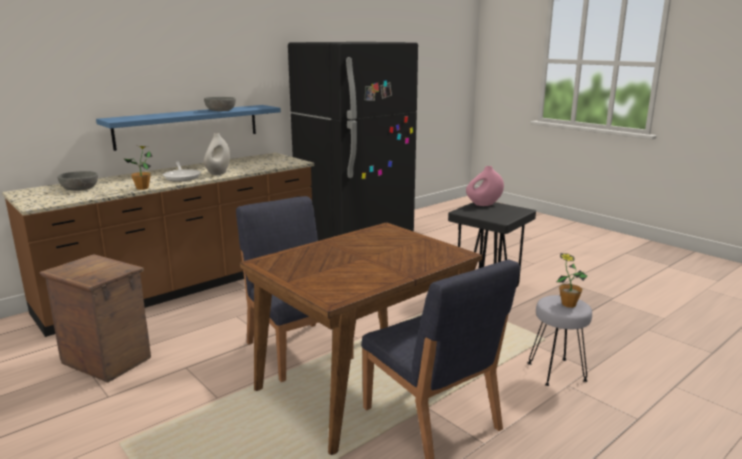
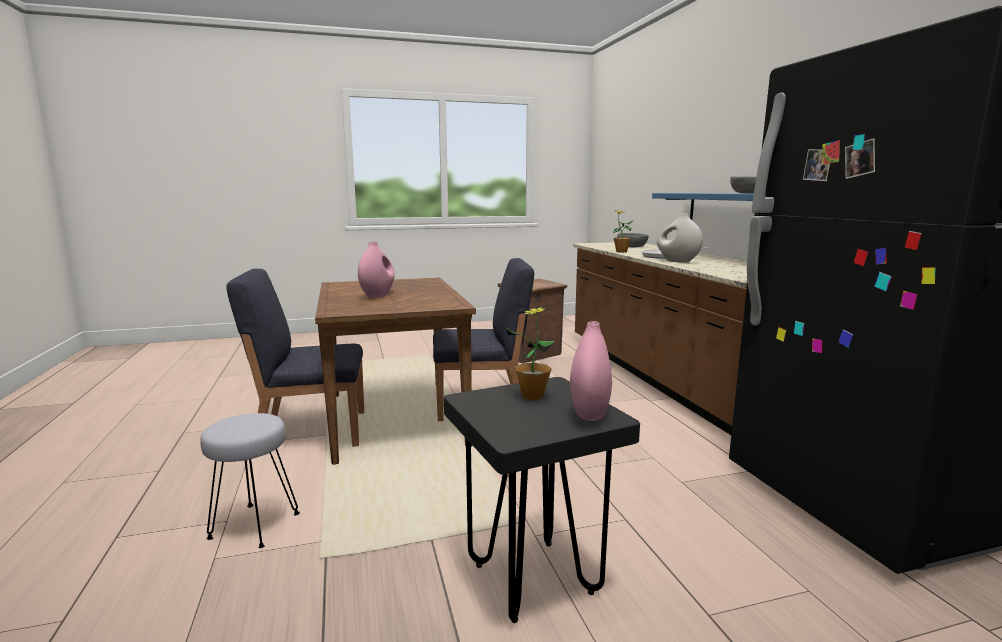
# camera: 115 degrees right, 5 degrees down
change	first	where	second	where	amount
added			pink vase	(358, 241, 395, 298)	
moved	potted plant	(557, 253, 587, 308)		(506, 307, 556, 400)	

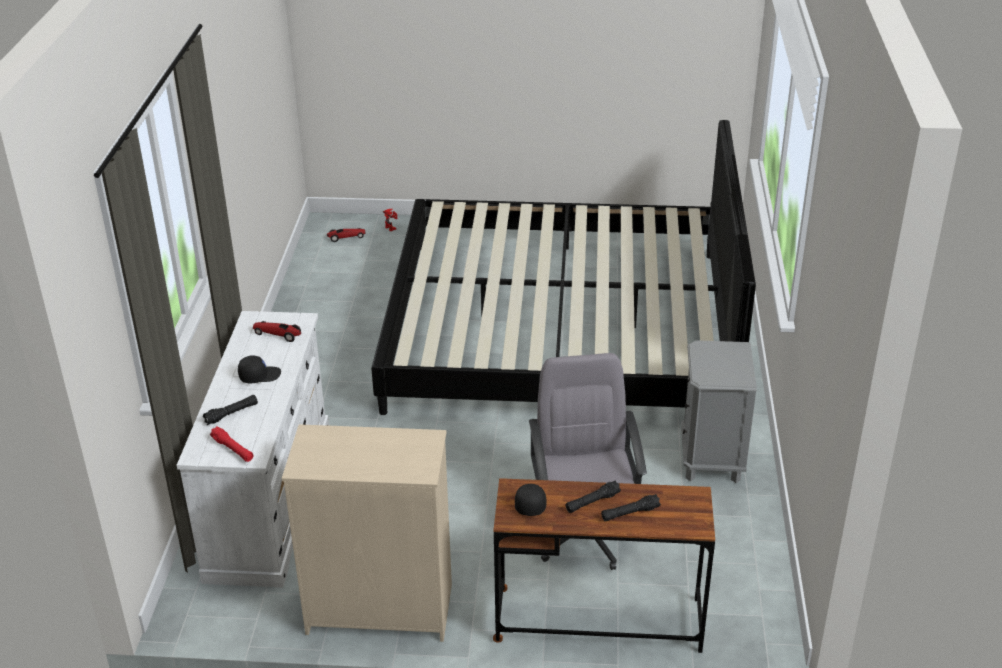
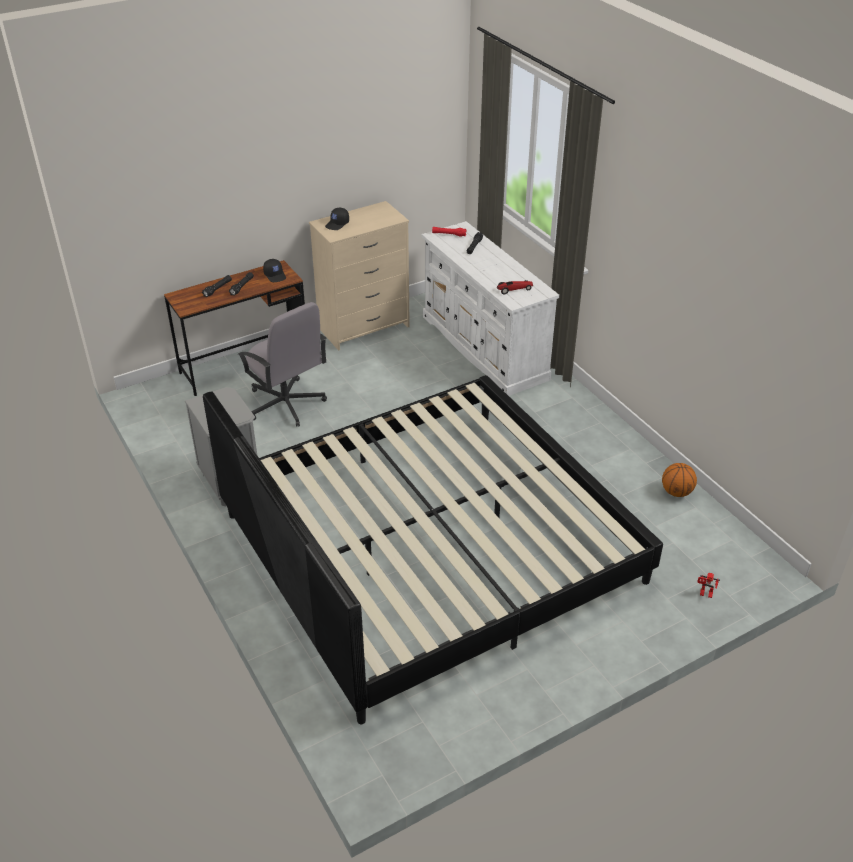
# camera: 145 degrees right, 5 degrees up
change	first	where	second	where	amount
moved	black cap	(238, 355, 281, 383)		(325, 208, 349, 230)	
added			basketball	(662, 463, 697, 497)	
removed	toy car	(327, 228, 366, 242)			

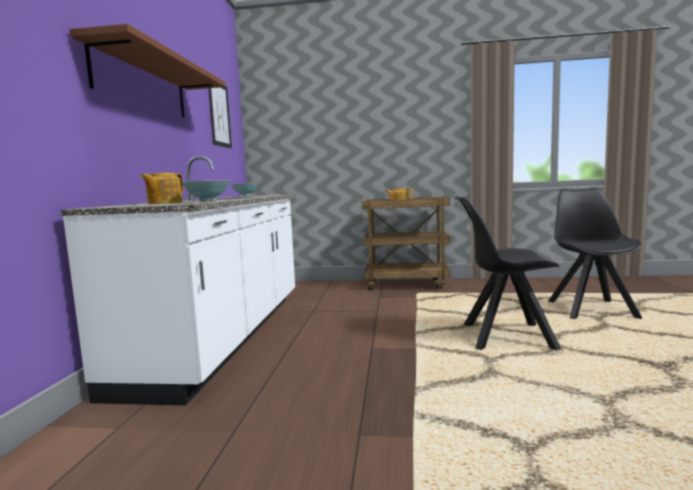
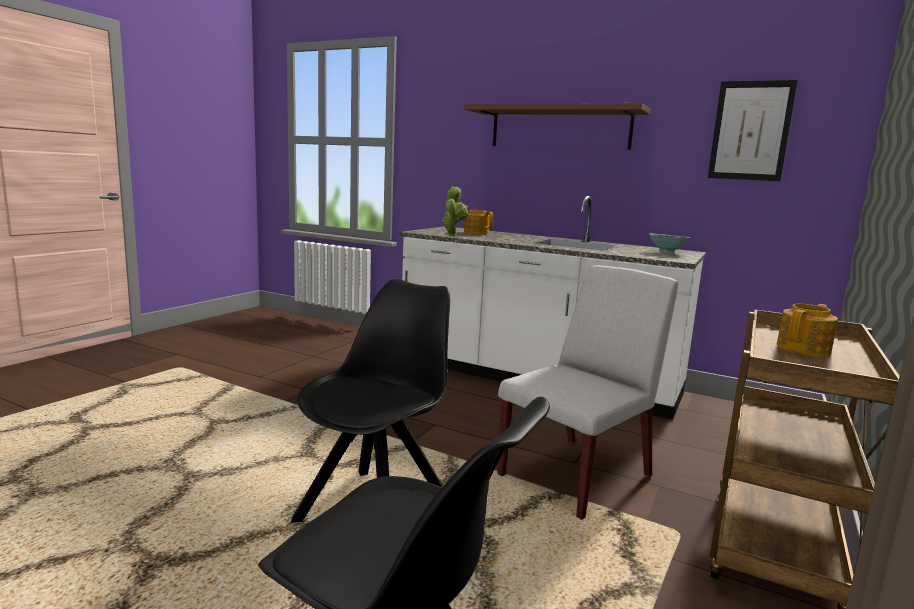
# camera: 110 degrees right, 5 degrees up
change	first	where	second	where	amount
replaced	bowl	(181, 180, 230, 202)	potted plant	(442, 186, 468, 236)	
added			white chair	(497, 265, 678, 520)	

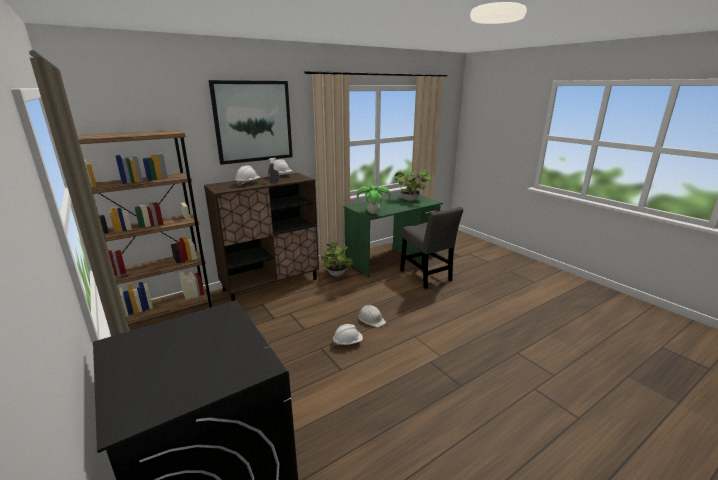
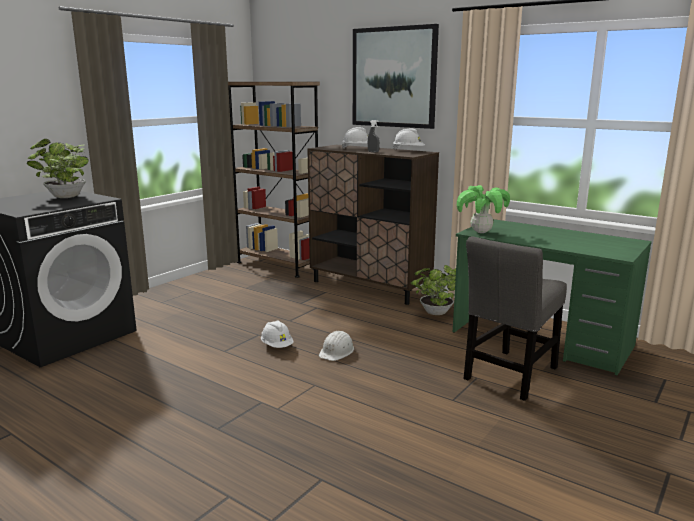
# camera: 70 degrees right, 5 degrees down
change	first	where	second	where	amount
moved	potted plant	(395, 169, 432, 201)		(27, 139, 89, 198)	

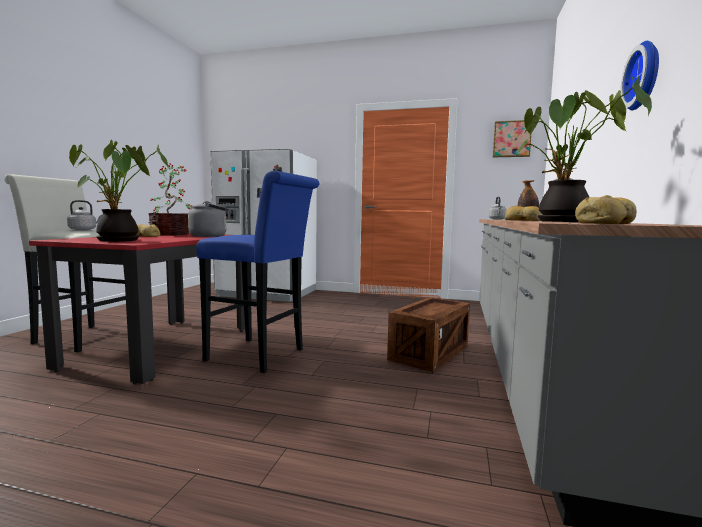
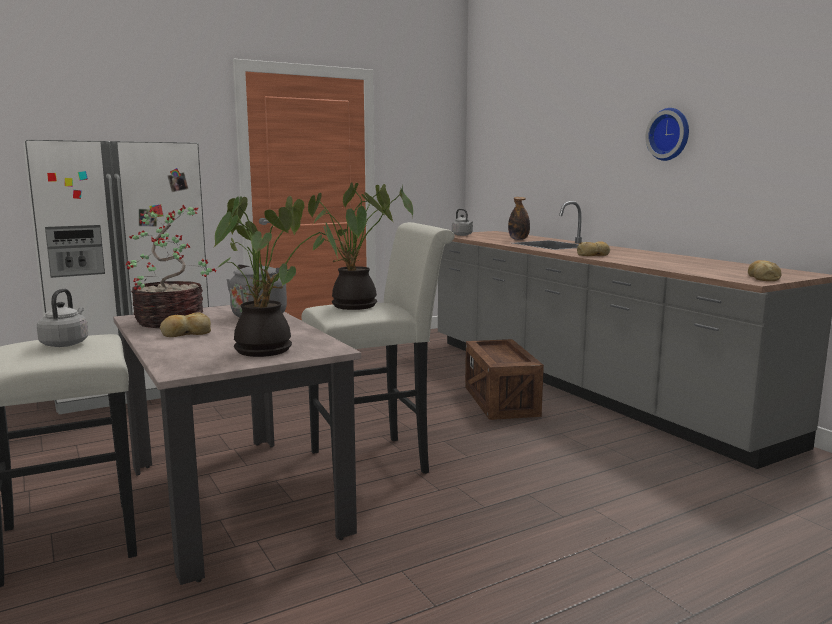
# camera: 45 degrees left, 5 degrees up
change	first	where	second	where	amount
recoloured	red dining table	(29, 234, 245, 384)	beige dining table	(113, 305, 361, 585)	
recoloured	blue stool	(196, 171, 320, 373)	white stool	(302, 222, 455, 480)	
moved	potted plant	(516, 76, 652, 222)		(308, 182, 413, 310)	
removed	picture	(493, 120, 532, 157)			

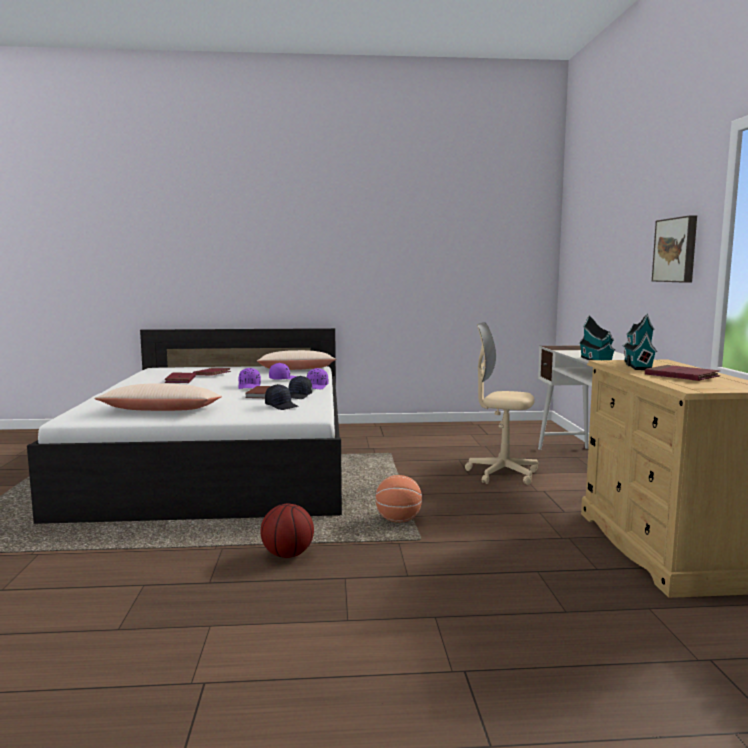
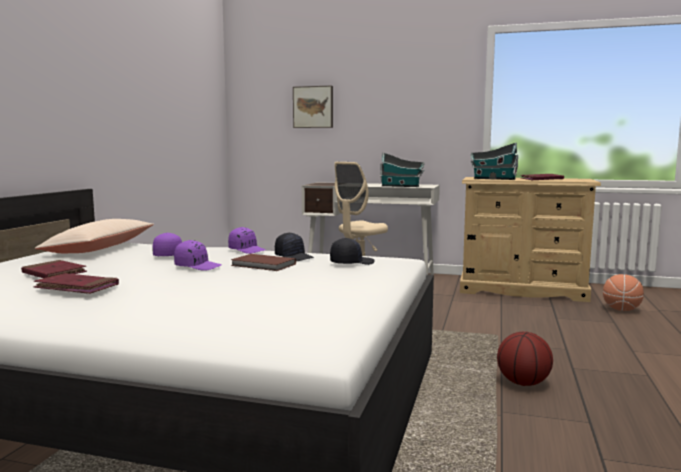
# camera: 70 degrees left, 0 degrees up
change	first	where	second	where	amount
moved	picture	(652, 215, 697, 283)		(293, 86, 333, 128)	
moved	basketball	(376, 475, 422, 523)		(603, 274, 644, 311)	
removed	beige pillow	(94, 383, 222, 411)			

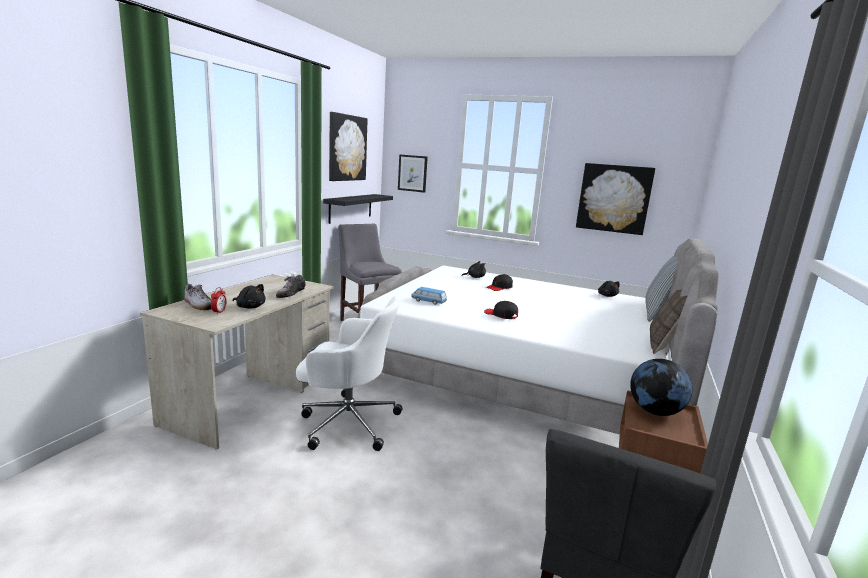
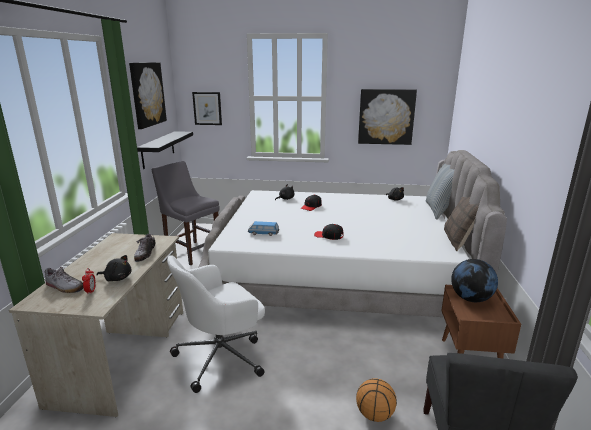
# camera: 15 degrees left, 5 degrees up
change	first	where	second	where	amount
turned	white office chair	(296, 296, 402, 451)		(167, 255, 265, 393)	150 degrees clockwise
added			basketball	(356, 378, 397, 422)	

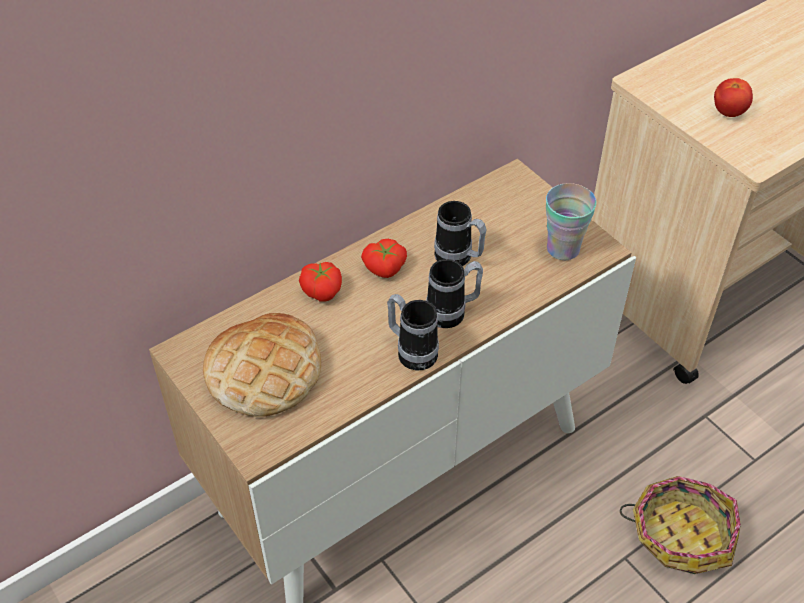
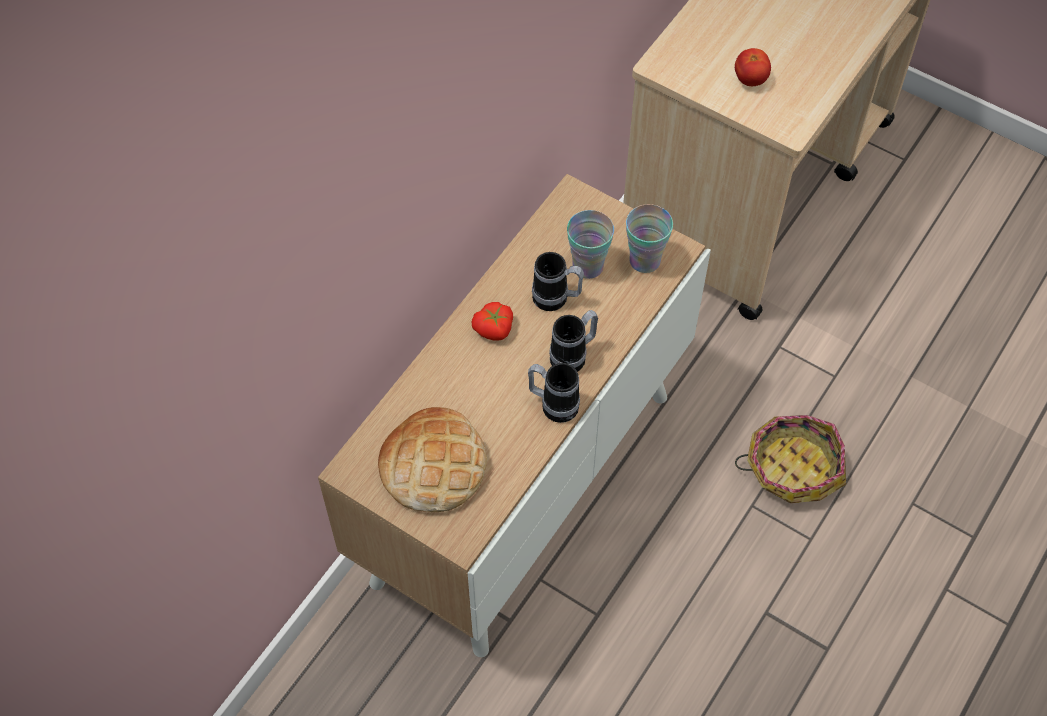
# camera: 20 degrees left, 10 degrees up
change	first	where	second	where	amount
added			cup	(567, 210, 614, 279)	
removed	tomato	(299, 262, 342, 302)			

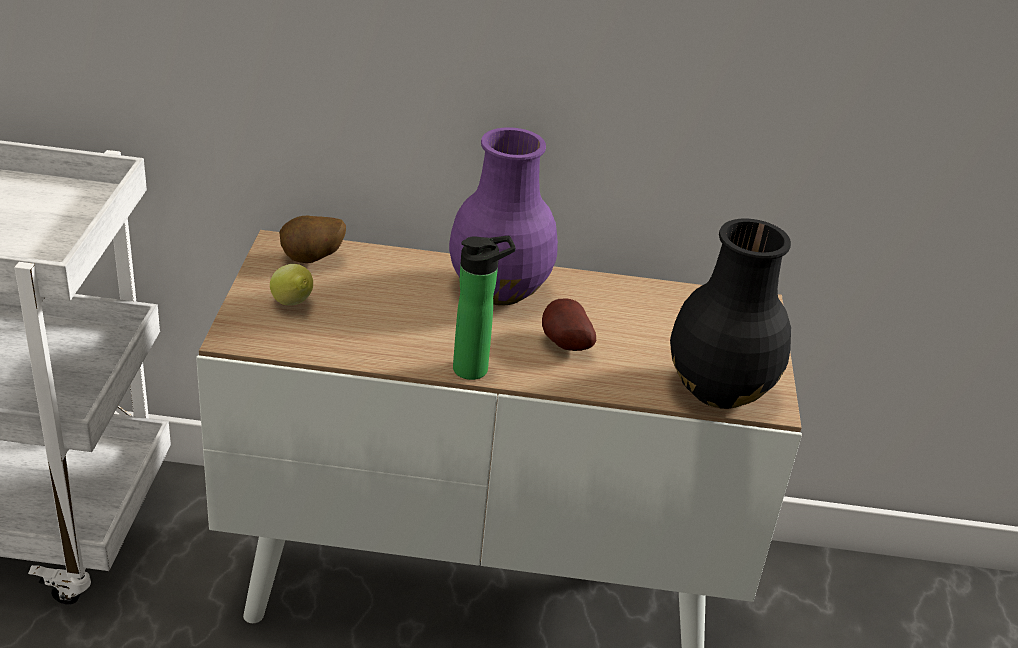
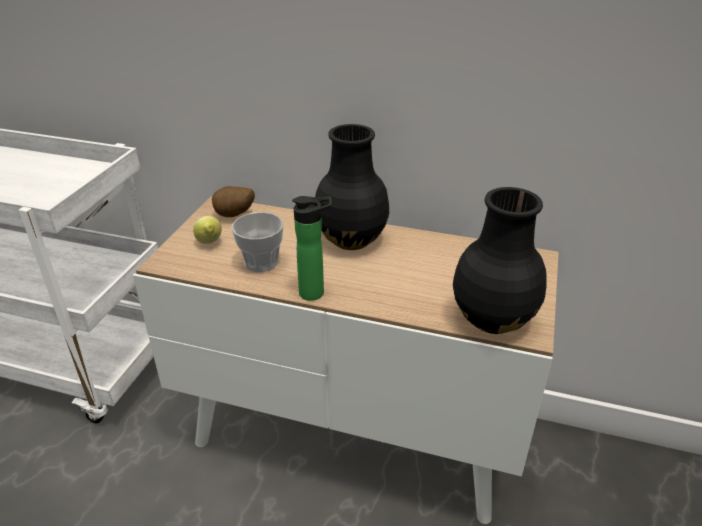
# camera: 15 degrees right, 0 degrees up
change	first	where	second	where	amount
added			cup	(232, 212, 283, 272)	
recoloured	purple vase	(449, 127, 558, 306)	black vase	(315, 124, 389, 250)	
removed	potato	(542, 298, 596, 351)			

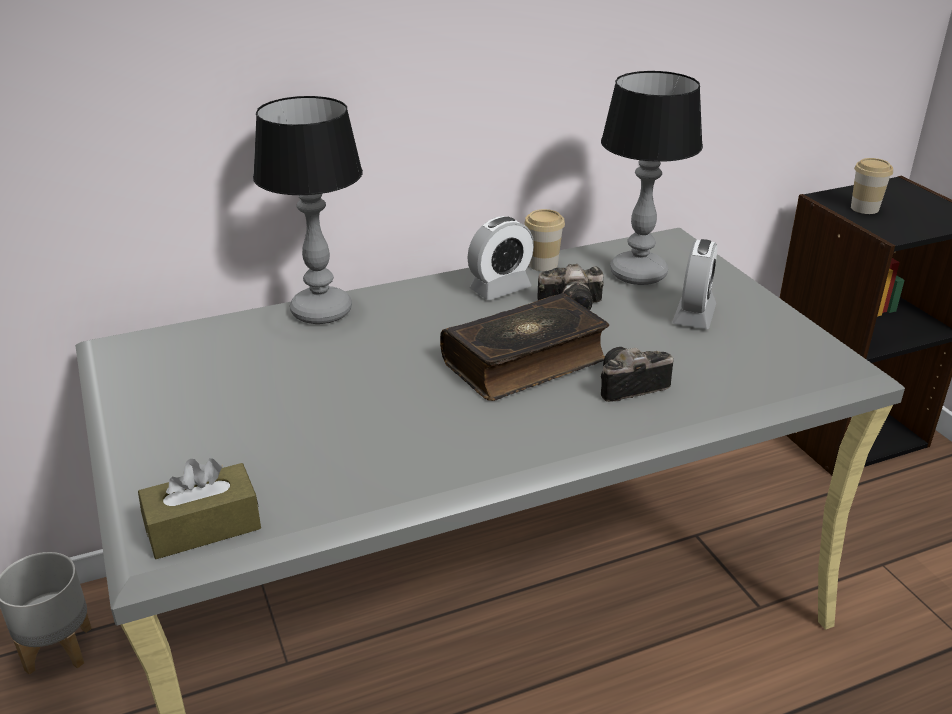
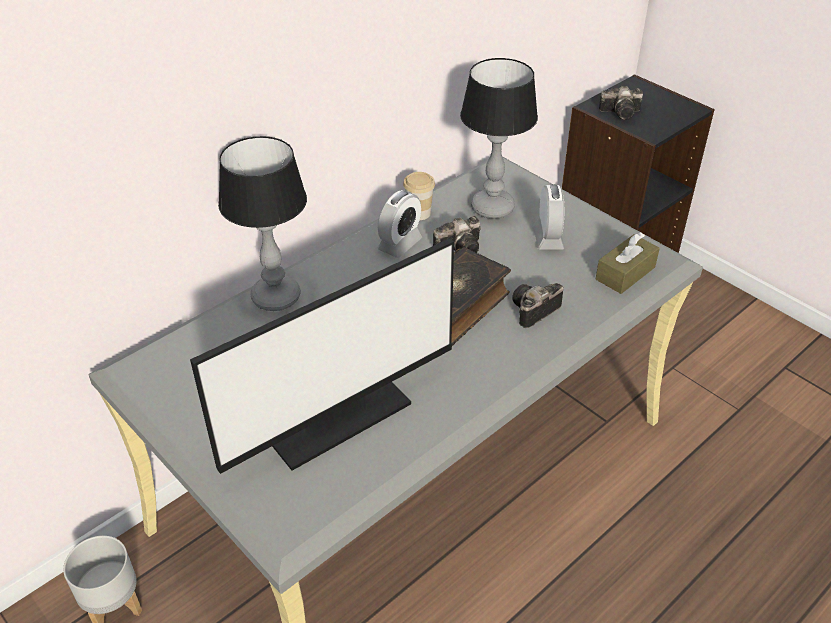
# camera: 20 degrees left, 10 degrees up
change	first	where	second	where	amount
added			monitor	(190, 238, 454, 474)	
moved	brown tissue box	(138, 458, 261, 559)		(596, 232, 660, 294)	
replaced	cup	(851, 158, 893, 214)	photo camera	(599, 86, 643, 120)	

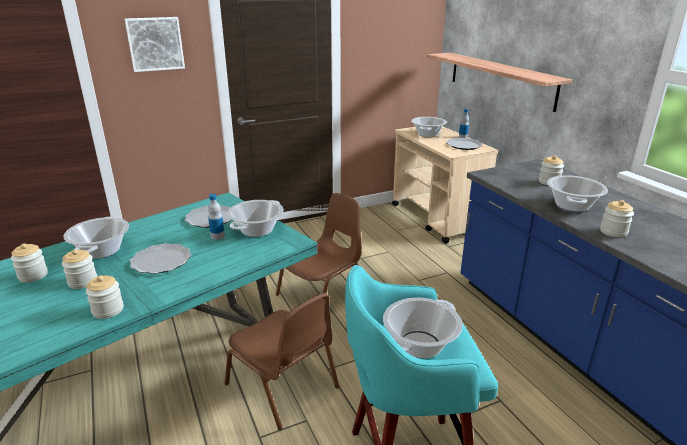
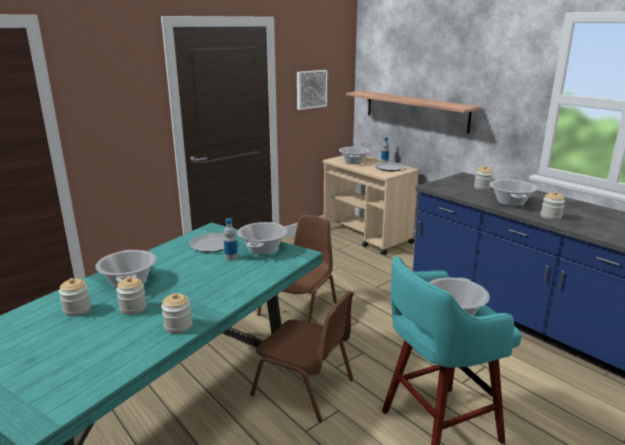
# camera: 15 degrees left, 5 degrees down
change	first	where	second	where	amount
moved	picture	(125, 17, 185, 72)		(297, 70, 327, 110)	
removed	plate	(130, 243, 191, 274)			

